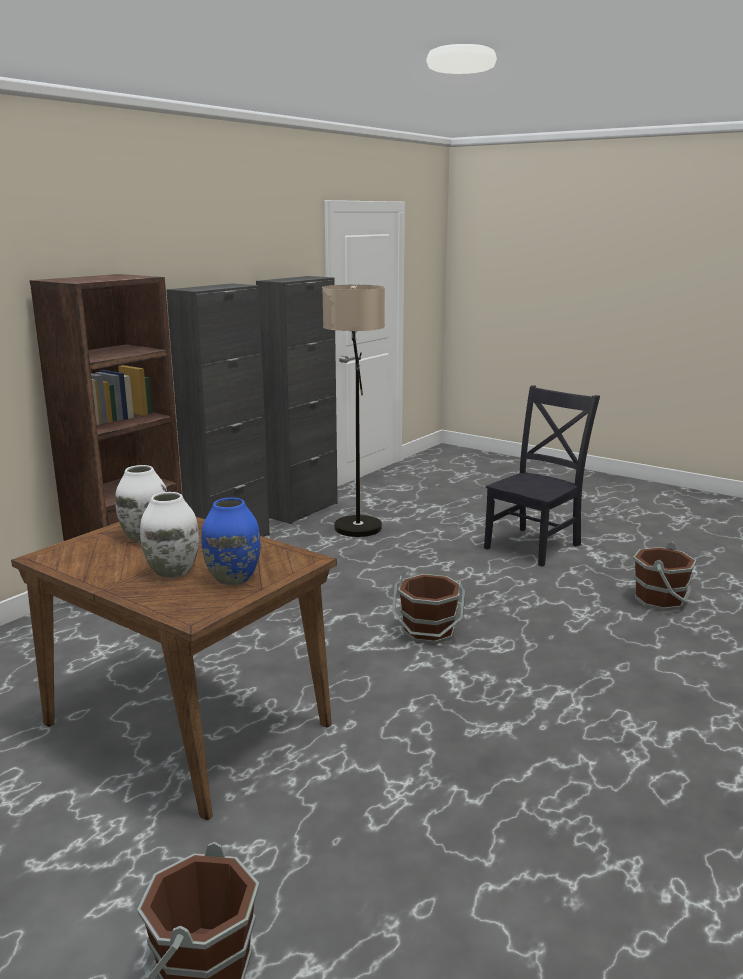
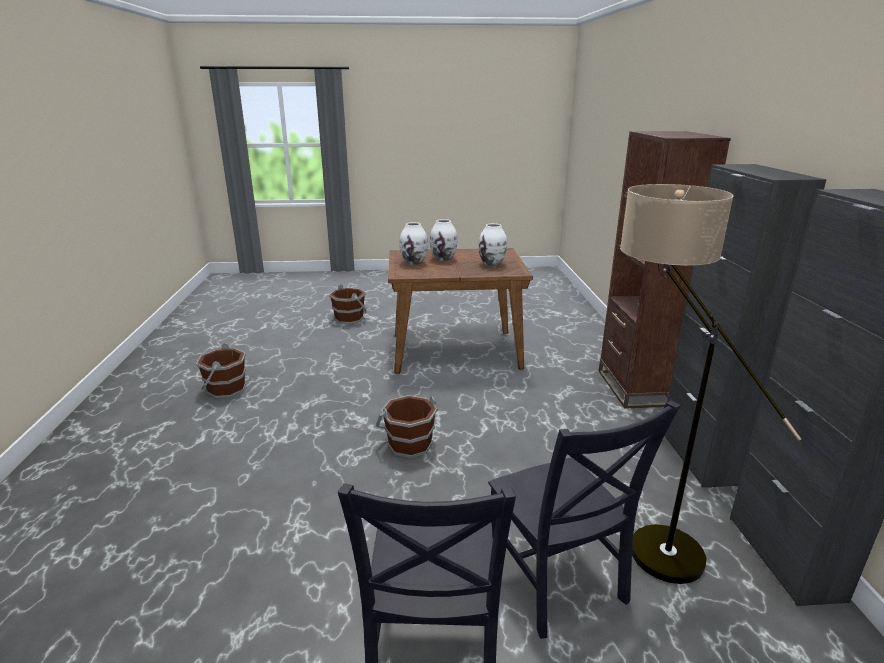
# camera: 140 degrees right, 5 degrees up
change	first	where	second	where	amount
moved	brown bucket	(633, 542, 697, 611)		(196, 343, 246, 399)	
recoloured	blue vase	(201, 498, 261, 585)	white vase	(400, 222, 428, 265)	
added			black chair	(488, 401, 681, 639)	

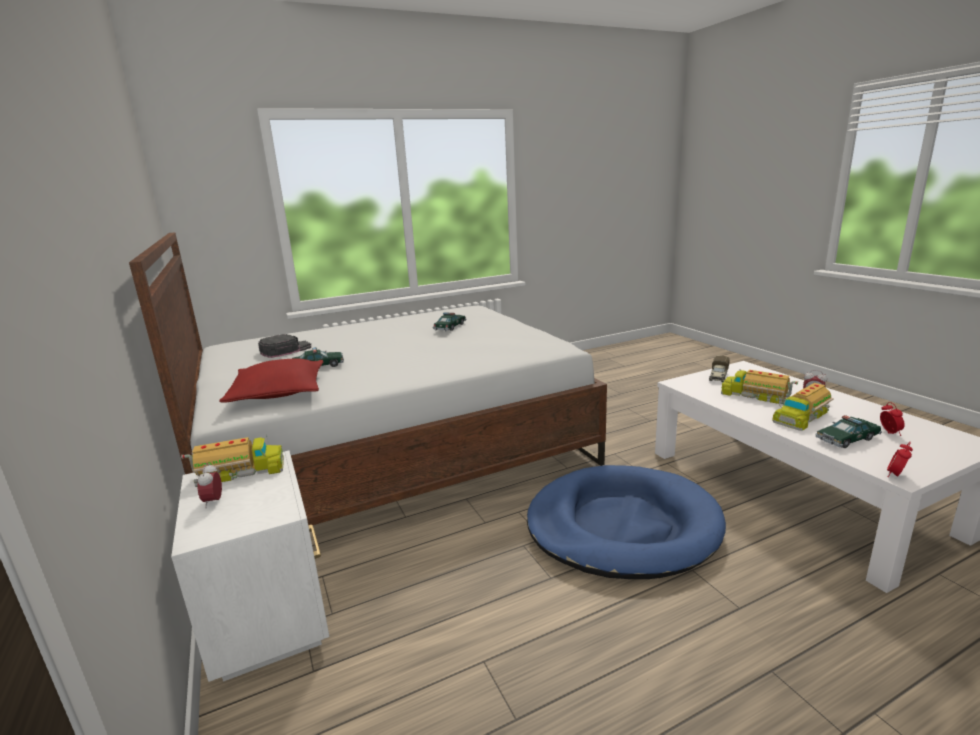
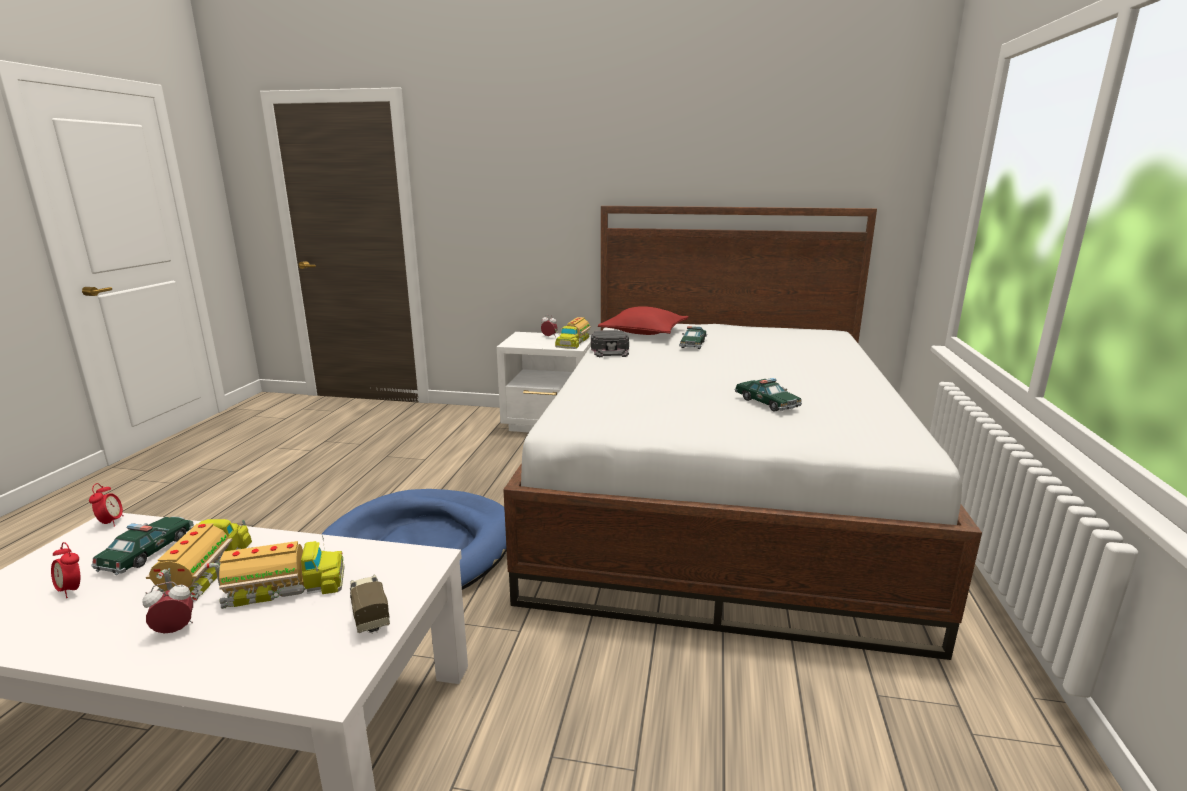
# camera: 125 degrees right, 0 degrees up
change	first	where	second	where	amount
moved	black cap	(258, 334, 311, 358)		(591, 330, 629, 357)	

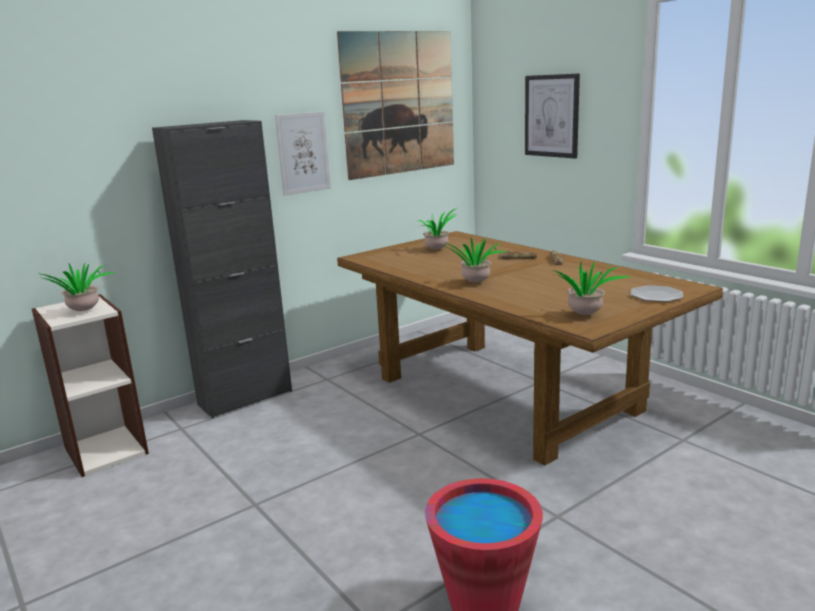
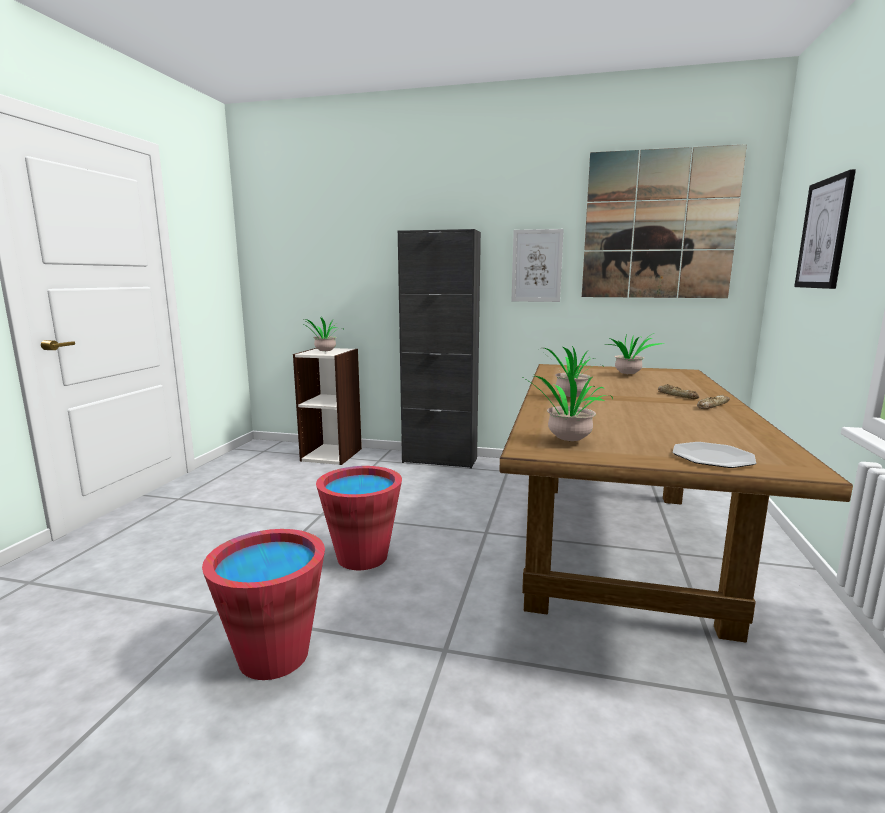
# camera: 50 degrees right, 5 degrees down
change	first	where	second	where	amount
added			red bucket	(316, 466, 402, 570)	

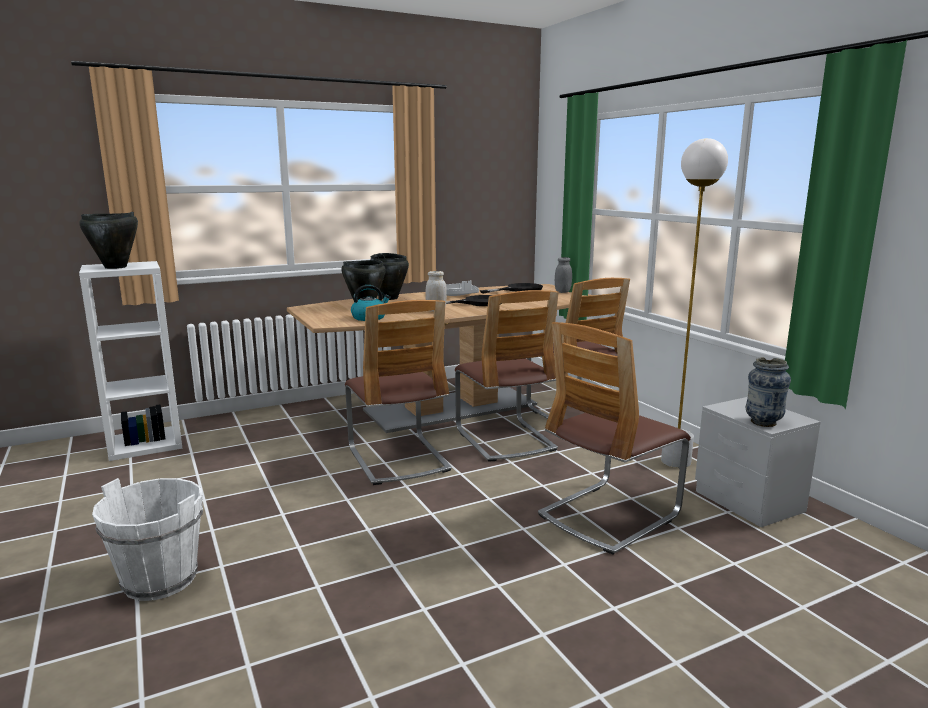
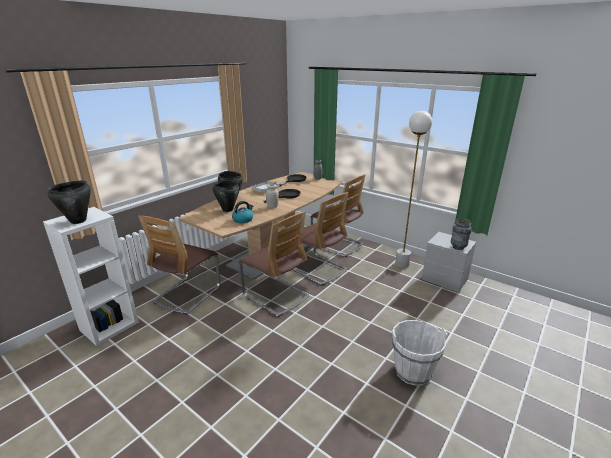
# camera: 25 degrees left, 10 degrees up
change	first	where	second	where	amount
moved	chair	(538, 322, 691, 554)		(138, 215, 220, 315)	
moved	white bucket	(92, 478, 203, 601)		(392, 320, 448, 386)	

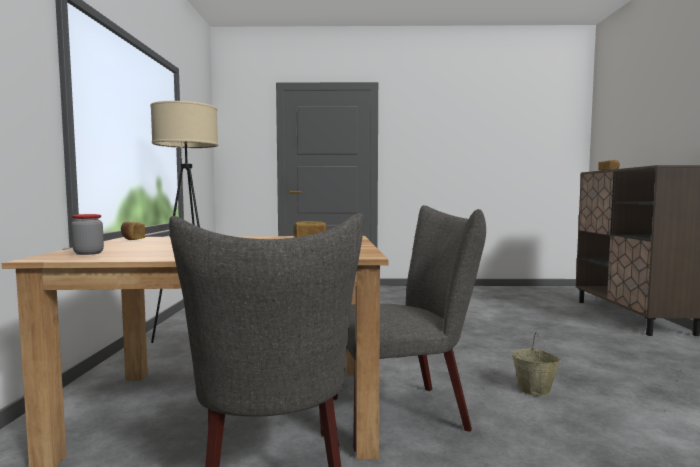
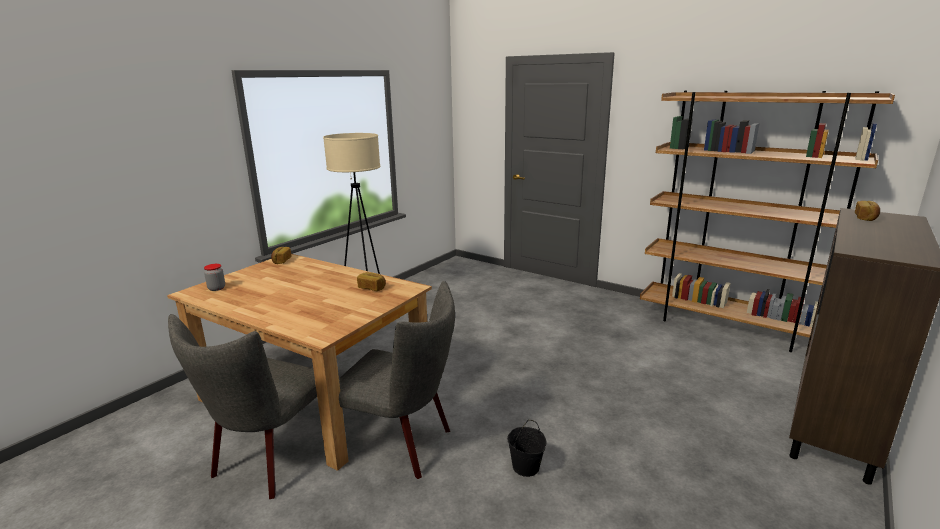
# camera: 35 degrees right, 15 degrees up
change	first	where	second	where	amount
recoloured	beige bucket	(512, 332, 561, 396)	black bucket	(507, 420, 546, 477)	
added			brown bookcase	(640, 91, 895, 352)	

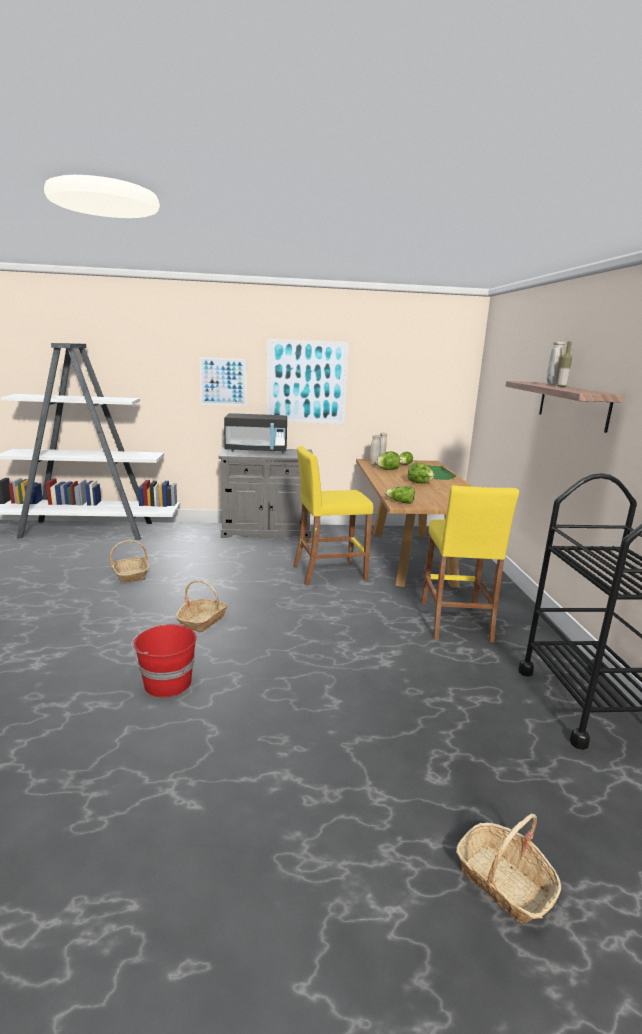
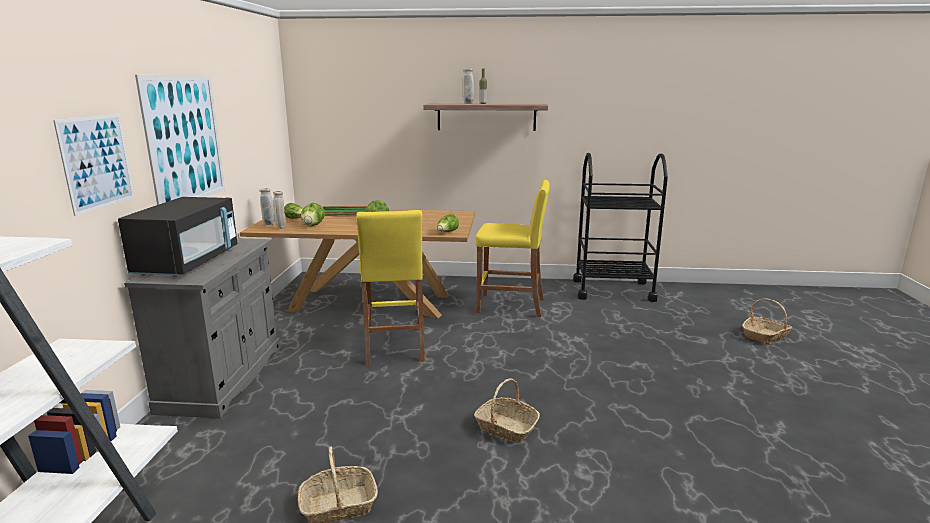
# camera: 80 degrees left, 0 degrees up
change	first	where	second	where	amount
removed	red bucket	(131, 623, 197, 698)			

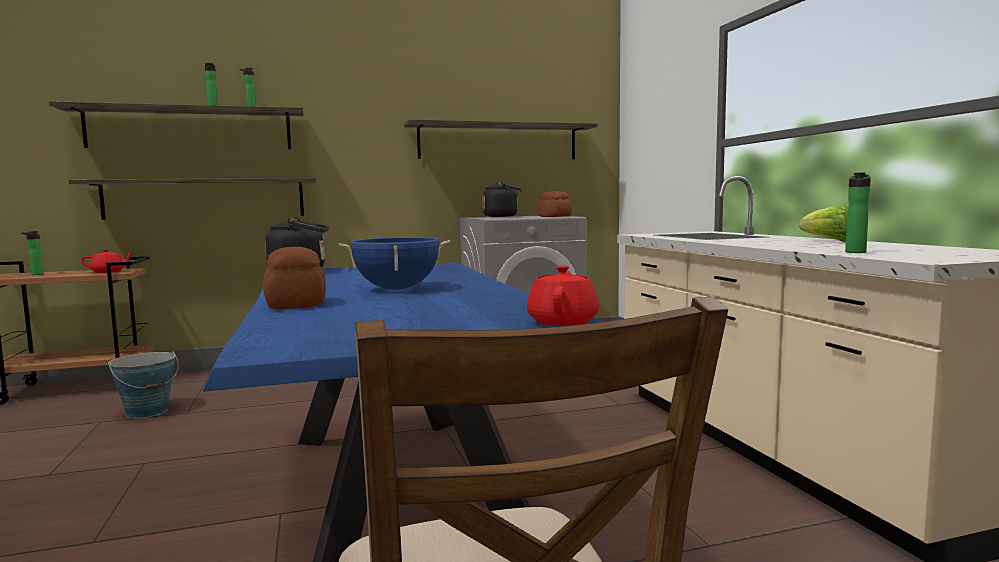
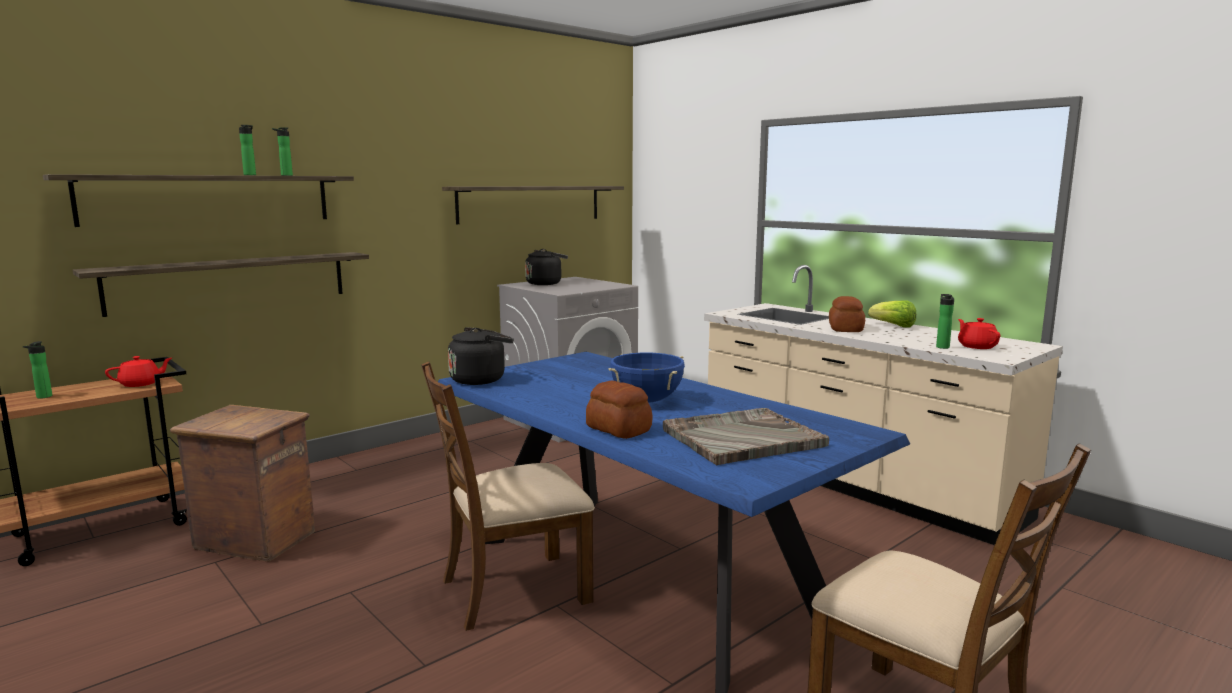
# camera: 25 degrees left, 5 degrees up
change	first	where	second	where	amount
replaced	bucket	(108, 351, 179, 418)	crate	(170, 405, 315, 561)	
added			brown chair	(421, 361, 595, 631)	
added			grey tray	(663, 408, 829, 465)	
moved	bread	(537, 191, 572, 217)		(829, 296, 865, 332)	
moved	red teapot	(527, 266, 599, 326)		(958, 318, 1000, 349)	

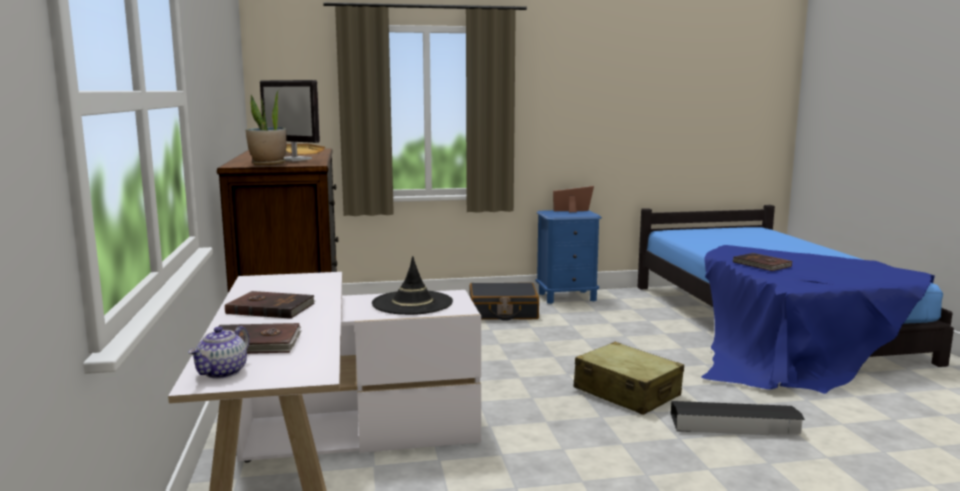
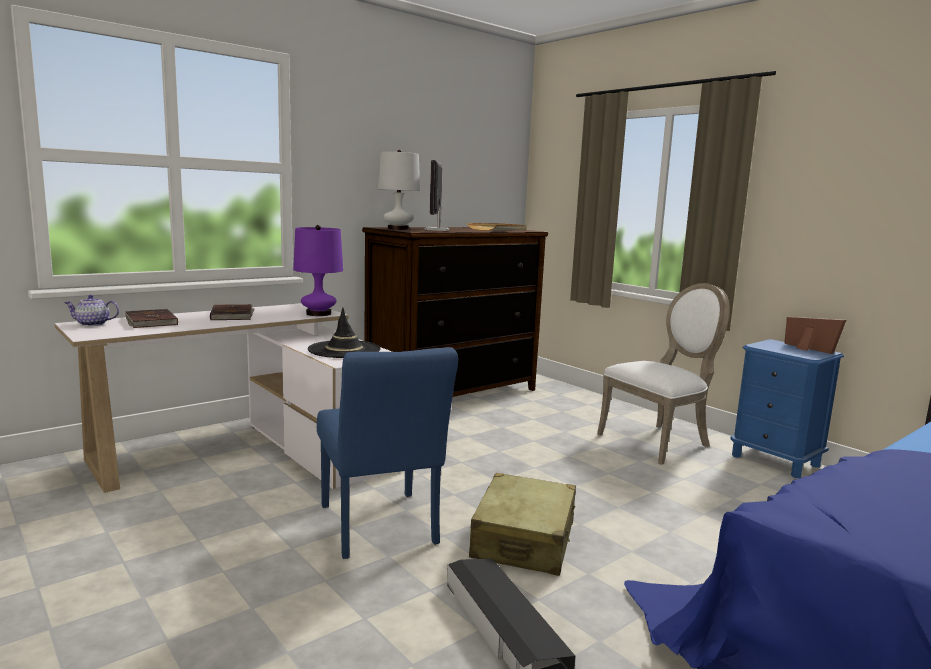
# camera: 60 degrees right, 0 degrees up
change	first	where	second	where	amount
added			purple table lamp	(293, 225, 343, 316)	
added			blue chair	(317, 347, 458, 559)	
replaced	potted plant	(246, 90, 287, 165)	white table lamp	(378, 150, 420, 230)	
replaced	black suitcase	(469, 283, 539, 321)	white chair	(597, 283, 730, 465)	
removed	brown book	(732, 253, 792, 271)			

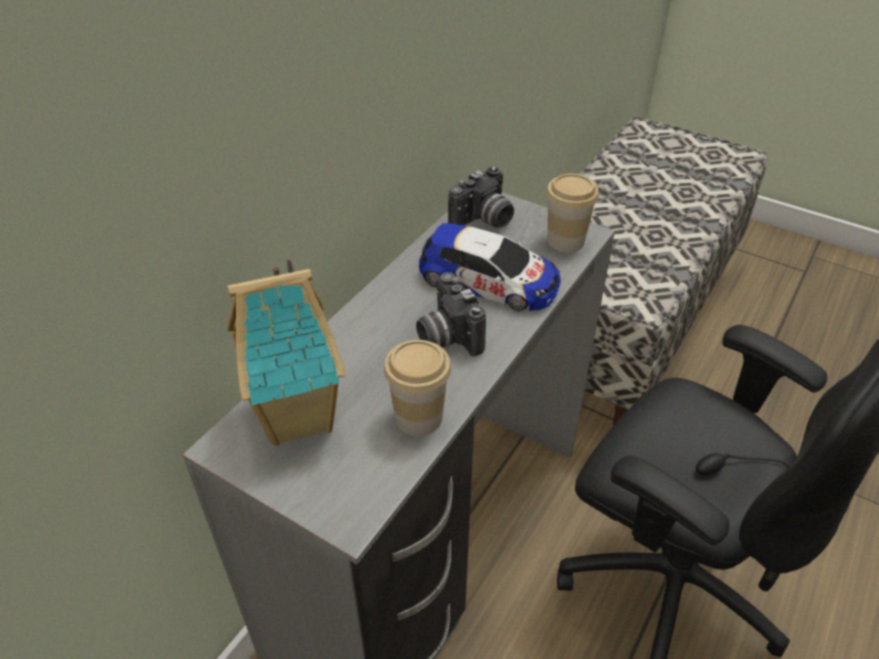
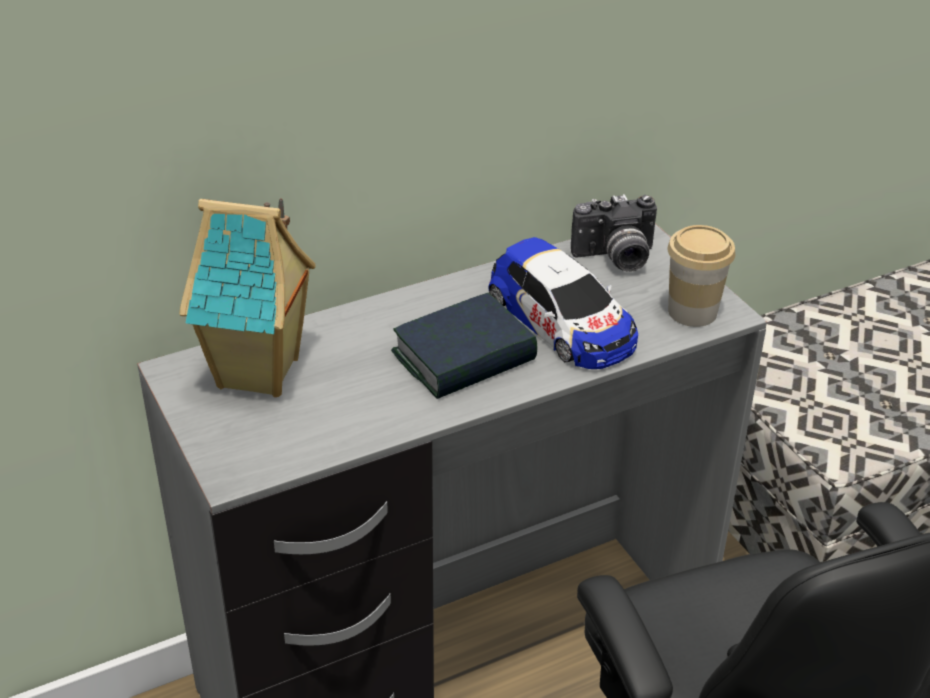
# camera: 30 degrees right, 5 degrees down
change	first	where	second	where	amount
replaced	photo camera	(416, 272, 486, 356)	book	(391, 293, 537, 399)	
removed	cup	(384, 340, 451, 436)			

